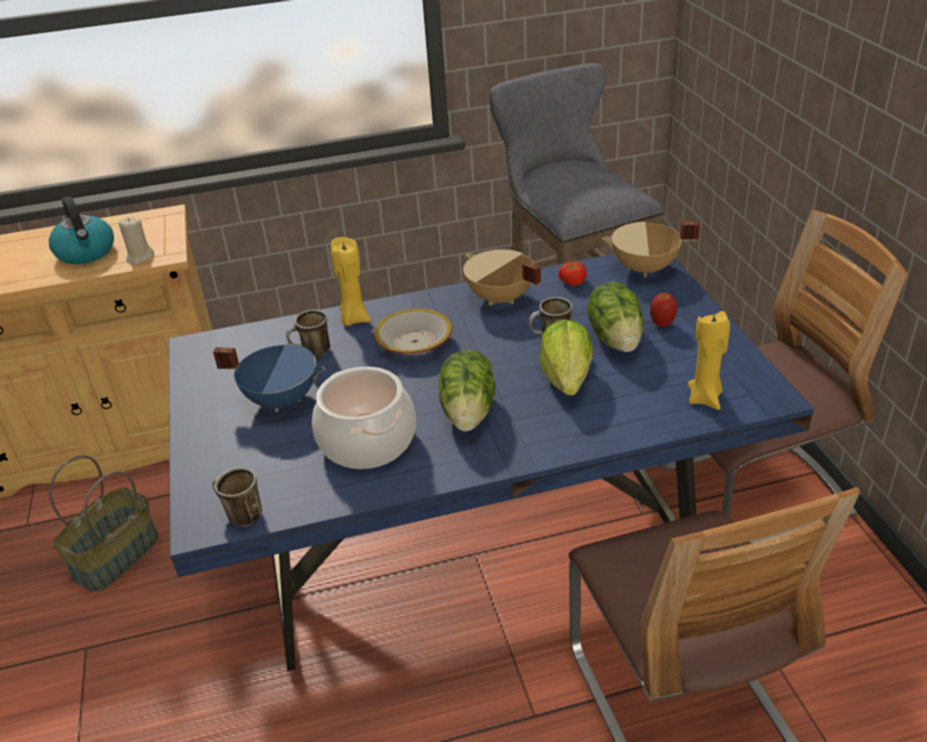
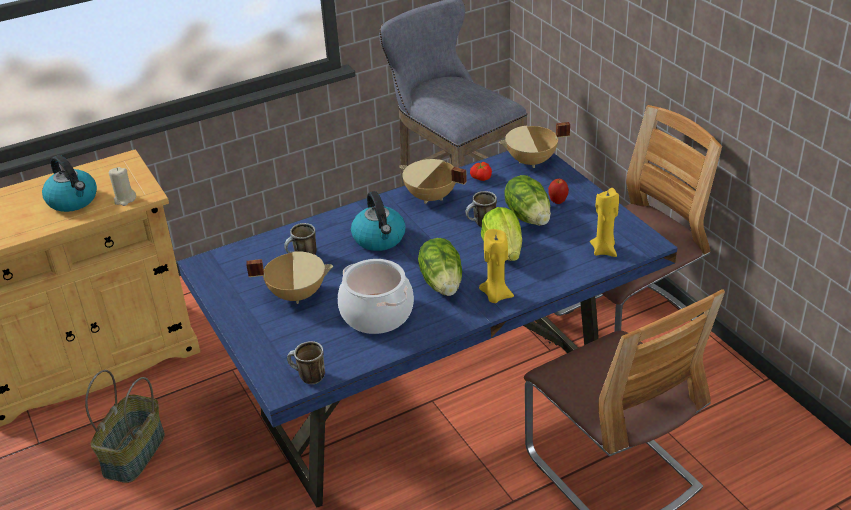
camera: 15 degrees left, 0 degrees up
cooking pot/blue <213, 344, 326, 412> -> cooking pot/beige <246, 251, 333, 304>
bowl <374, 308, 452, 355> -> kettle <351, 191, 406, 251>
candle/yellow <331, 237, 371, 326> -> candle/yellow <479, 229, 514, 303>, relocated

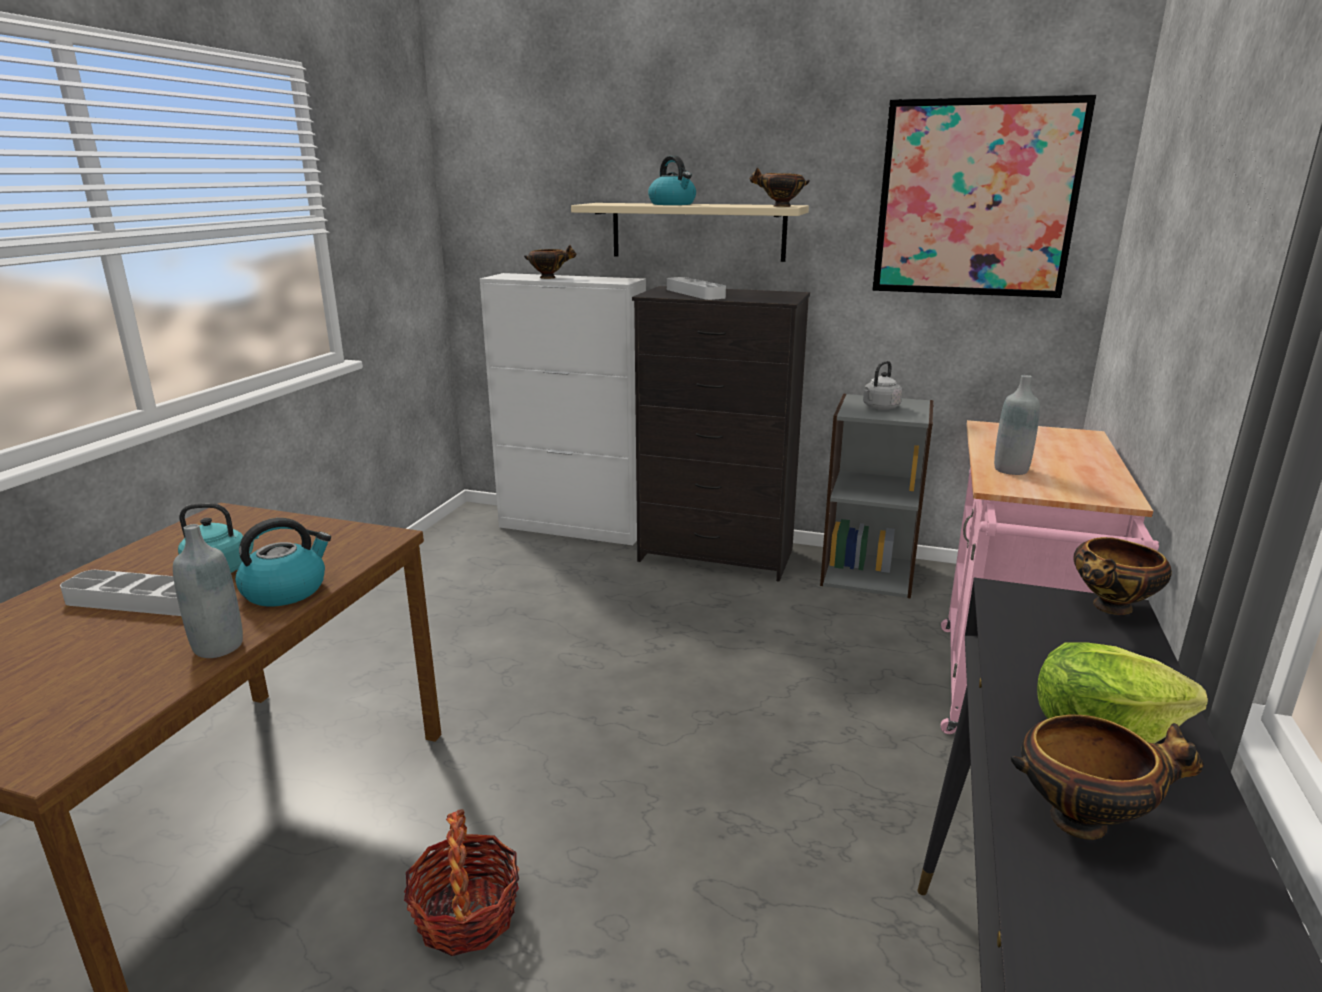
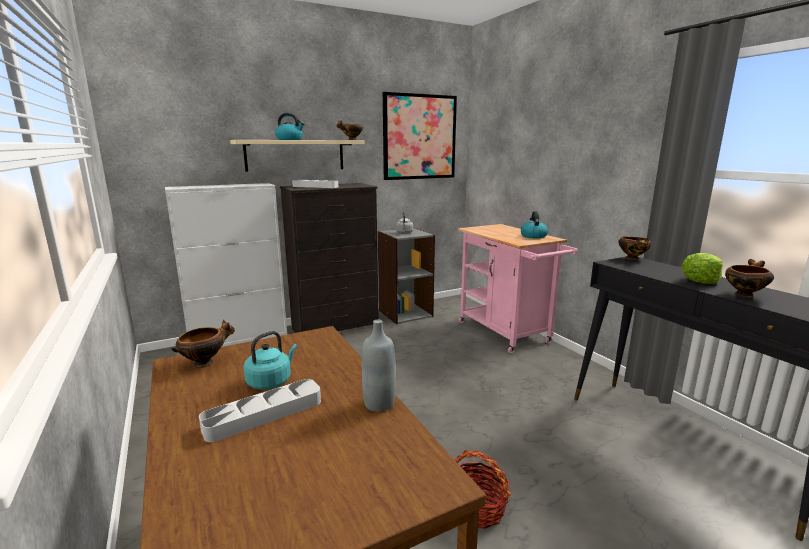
camera: 45 degrees left, 5 degrees down
bowl <524, 245, 576, 279> -> bowl <172, 320, 235, 368>, relocated
kettle <235, 518, 331, 606> -> kettle <521, 211, 548, 239>, relocated
bottle/grey <994, 375, 1040, 475> -> none

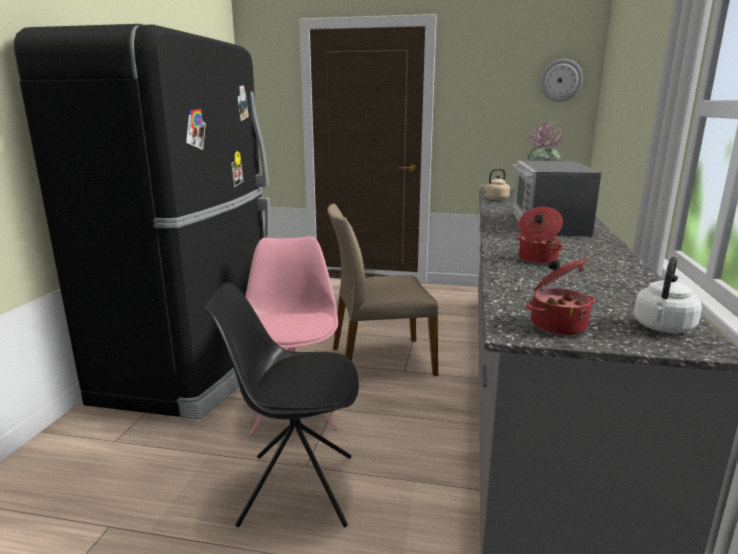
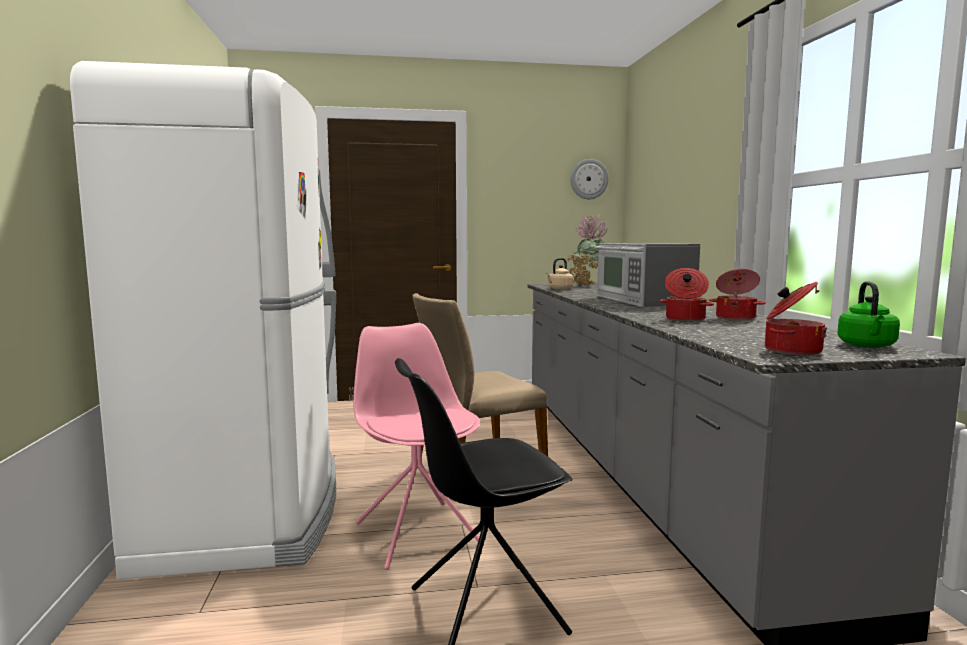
camera: 20 degrees left, 10 degrees down
fridge/black <14, 24, 270, 419> -> fridge/white <70, 61, 336, 579>
none -> cooking pot <709, 269, 766, 320>
kettle/white <634, 257, 702, 333> -> kettle/green <837, 281, 900, 348>

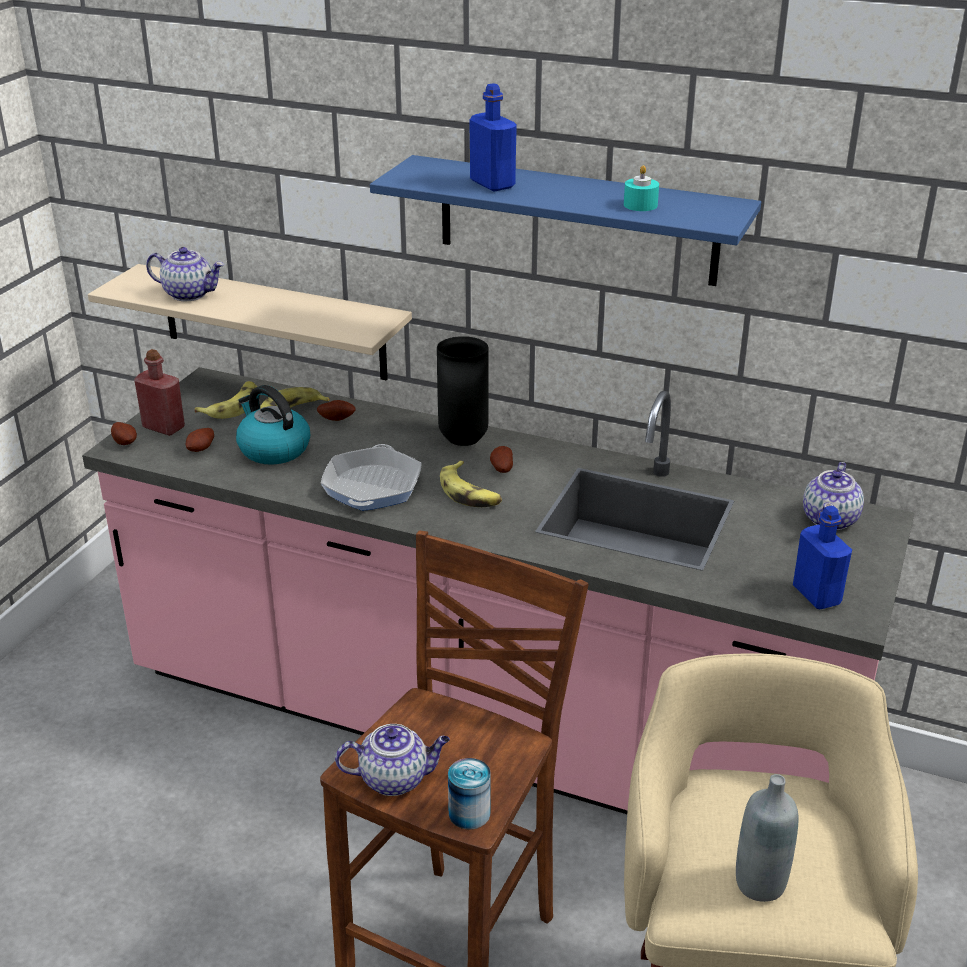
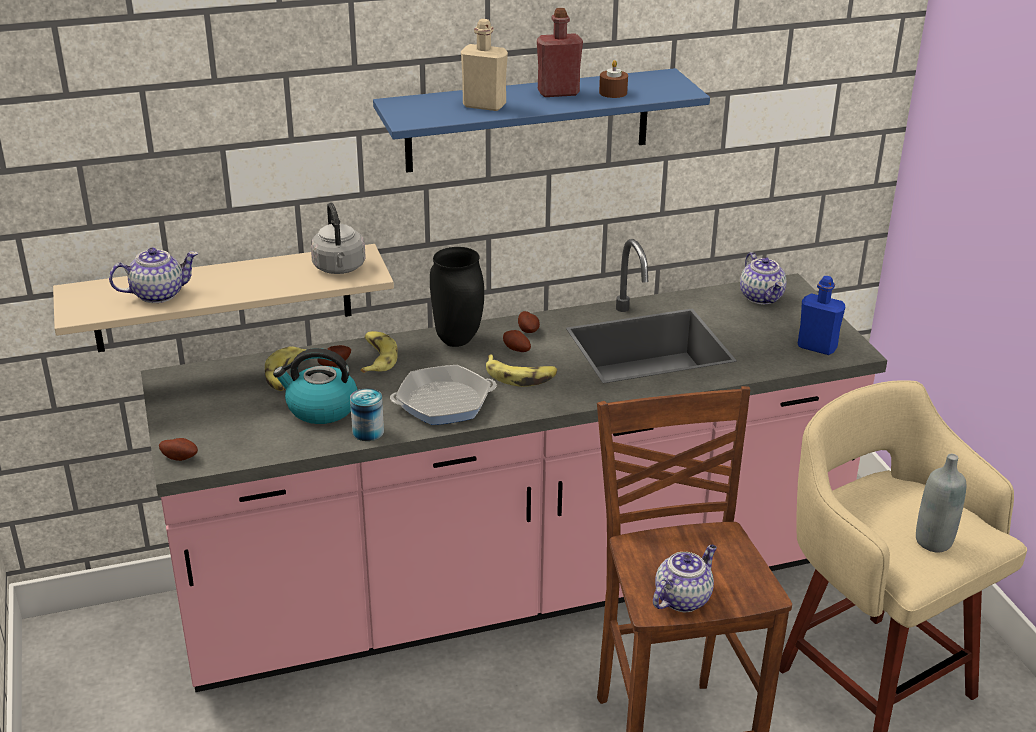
camera: 40 degrees left, 0 degrees up
none -> kettle/grey <311, 202, 366, 274>
can <448, 758, 491, 830> -> can <350, 388, 384, 441>, relocated
banana <195, 381, 257, 419> -> banana <360, 331, 398, 373>, relocated
frying pan <321, 444, 422, 511> -> frying pan <390, 365, 497, 425>, 105 degrees clockwise
bottle/blue <469, 83, 517, 191> -> bottle/beige <461, 19, 508, 111>
potato <186, 428, 214, 452> -> potato <518, 311, 540, 333>, relocated
bottle/red <134, 349, 185, 436> -> bottle/red <537, 8, 583, 97>, relocated
candle/turquoise <624, 165, 659, 211> -> candle/brown <599, 60, 628, 98>

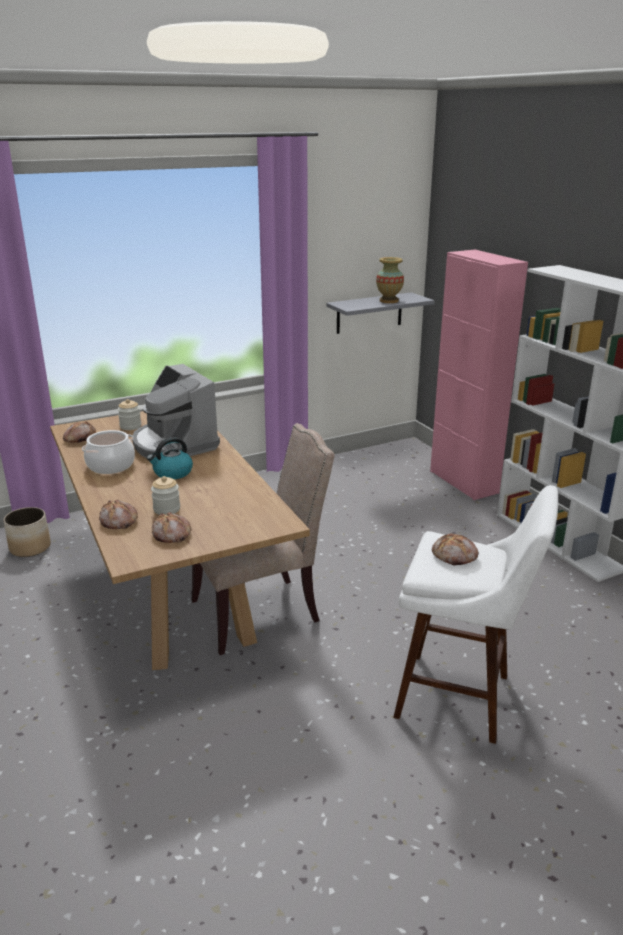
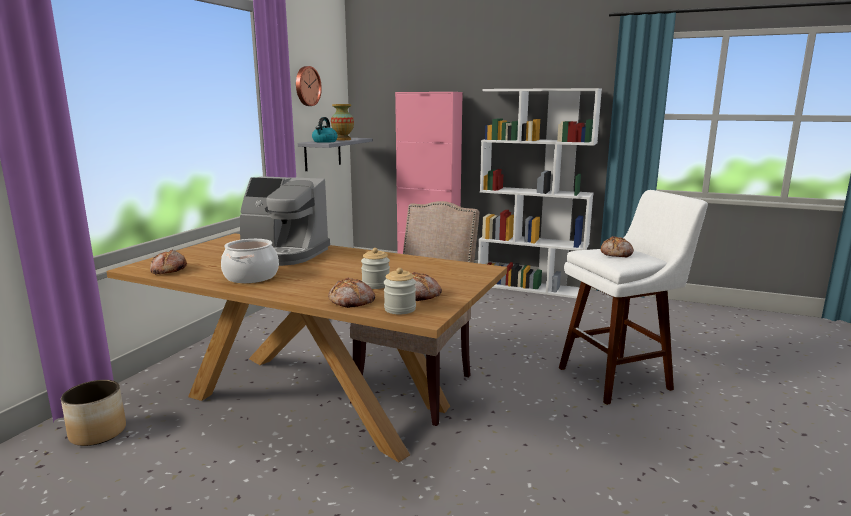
camera: 40 degrees left, 10 degrees down
none -> wall clock <296, 66, 322, 106>
kettle <147, 437, 193, 479> -> kettle <312, 117, 338, 143>, relocated
jar <118, 399, 141, 430> -> jar <384, 268, 416, 315>, relocated

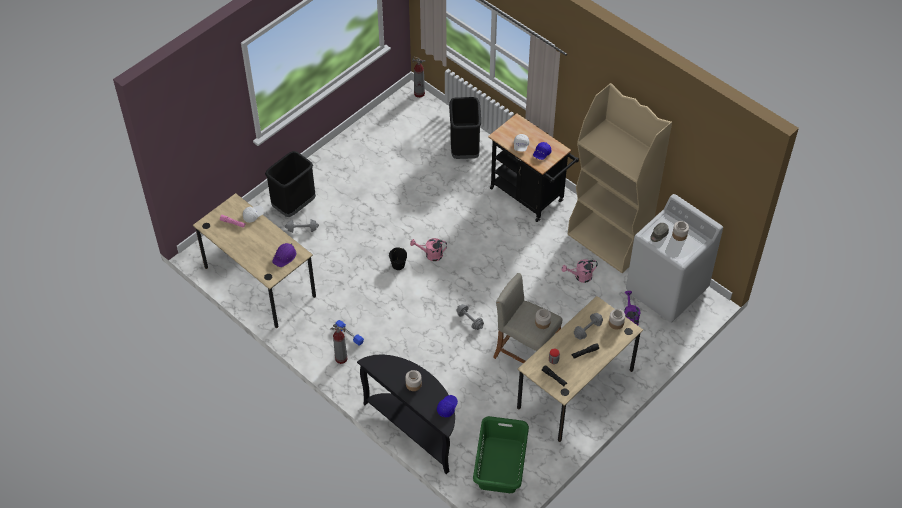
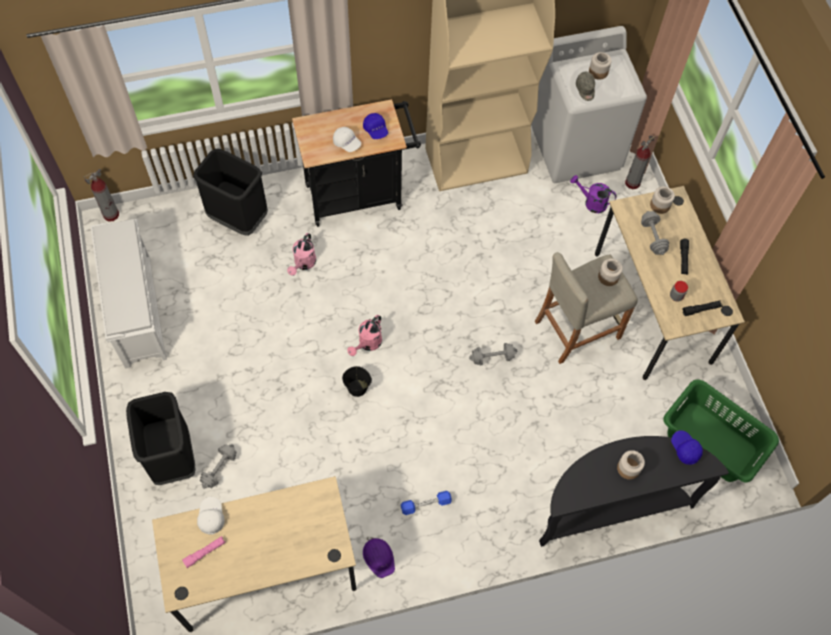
camera: 60 degrees left, 10 degrees up
none -> shoe rack/white <91, 219, 167, 369>
watering can/pink <562, 259, 598, 283> -> watering can/pink <287, 233, 316, 276>, relocated
hard hat/purple <272, 243, 296, 267> -> hard hat/purple <363, 537, 395, 578>, relocated
fire extinguisher <330, 324, 348, 364> -> fire extinguisher <625, 135, 656, 189>, relocated

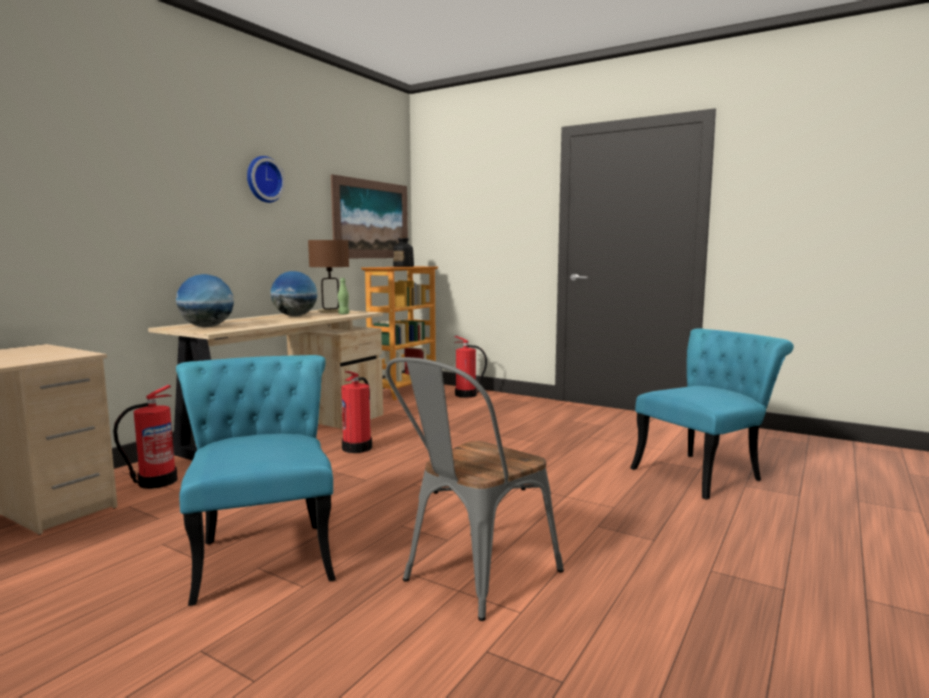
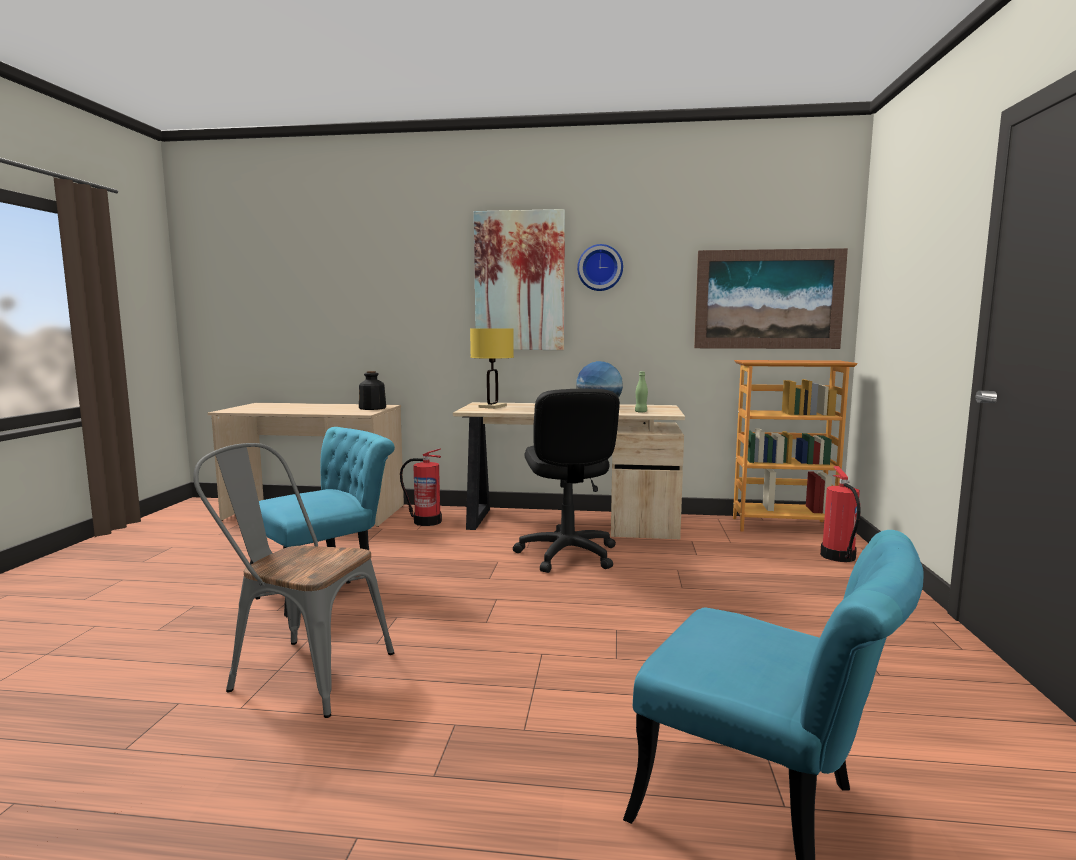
camera: 65 degrees right, 0 degrees up
bottle <393, 237, 414, 267> -> bottle <359, 371, 386, 410>, relocated
globe <176, 274, 234, 327> -> table lamp/yellow <470, 328, 514, 409>
none -> picture <474, 209, 565, 350>
fire extinguisher <341, 371, 372, 453> -> office chair/black <513, 389, 620, 573>
table lamp/brown <308, 240, 349, 313> -> none

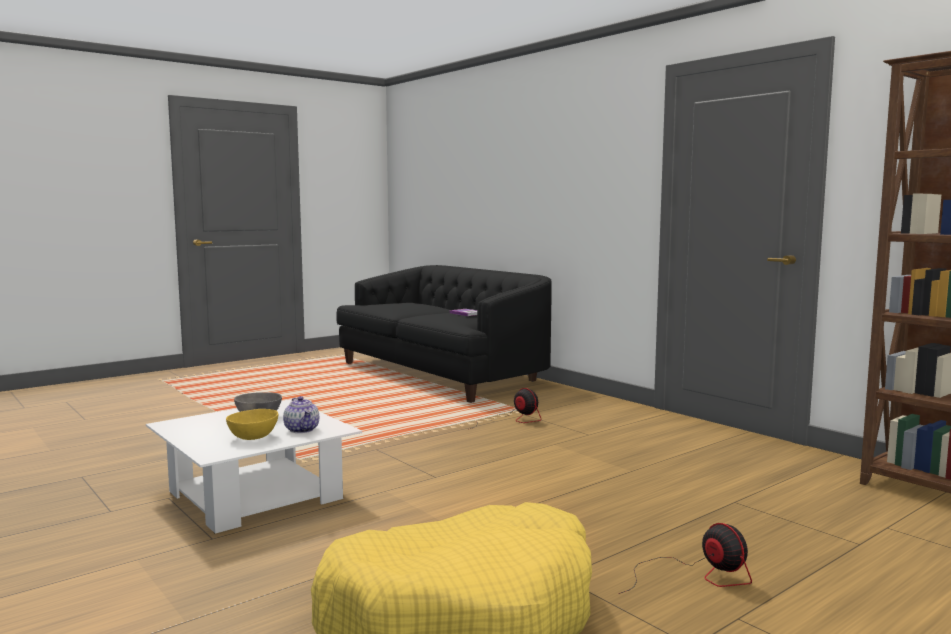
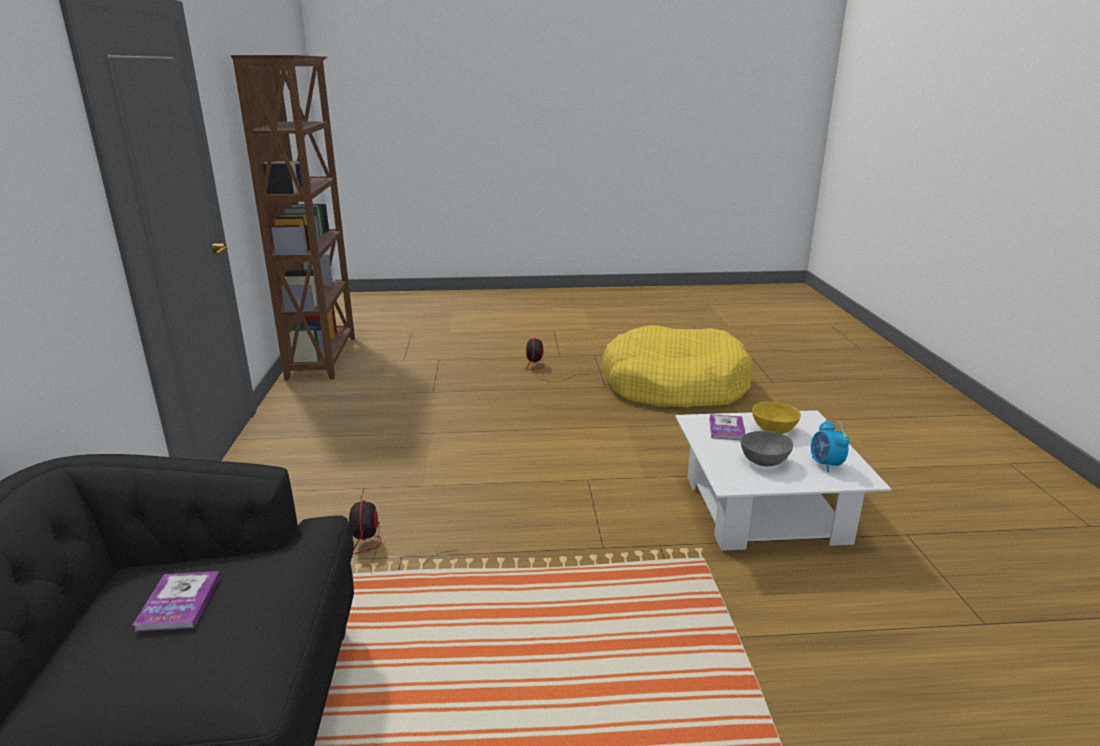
camera: 145 degrees left, 15 degrees up
teapot <283, 396, 319, 433> -> book <709, 414, 745, 440>
none -> alarm clock <811, 420, 850, 472>

